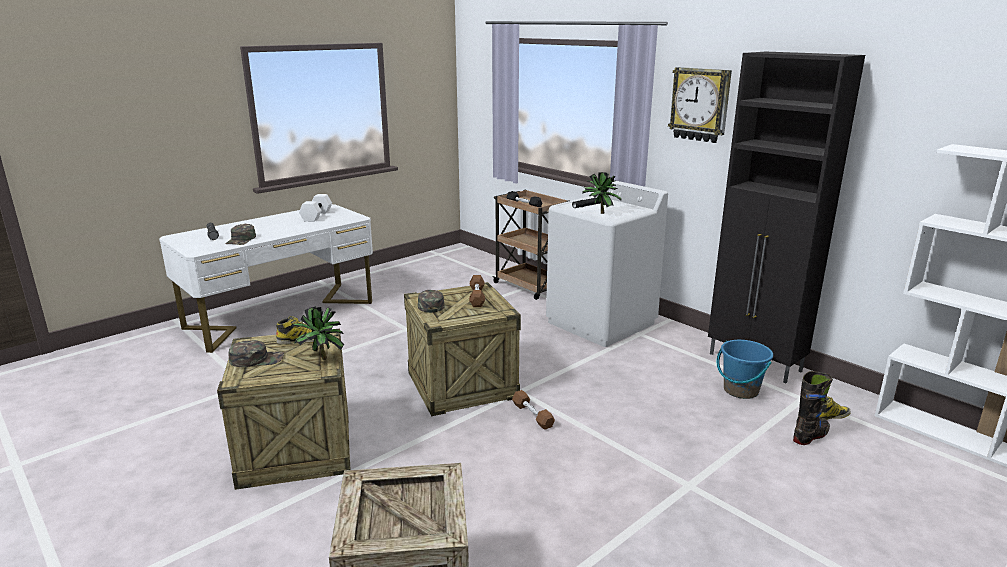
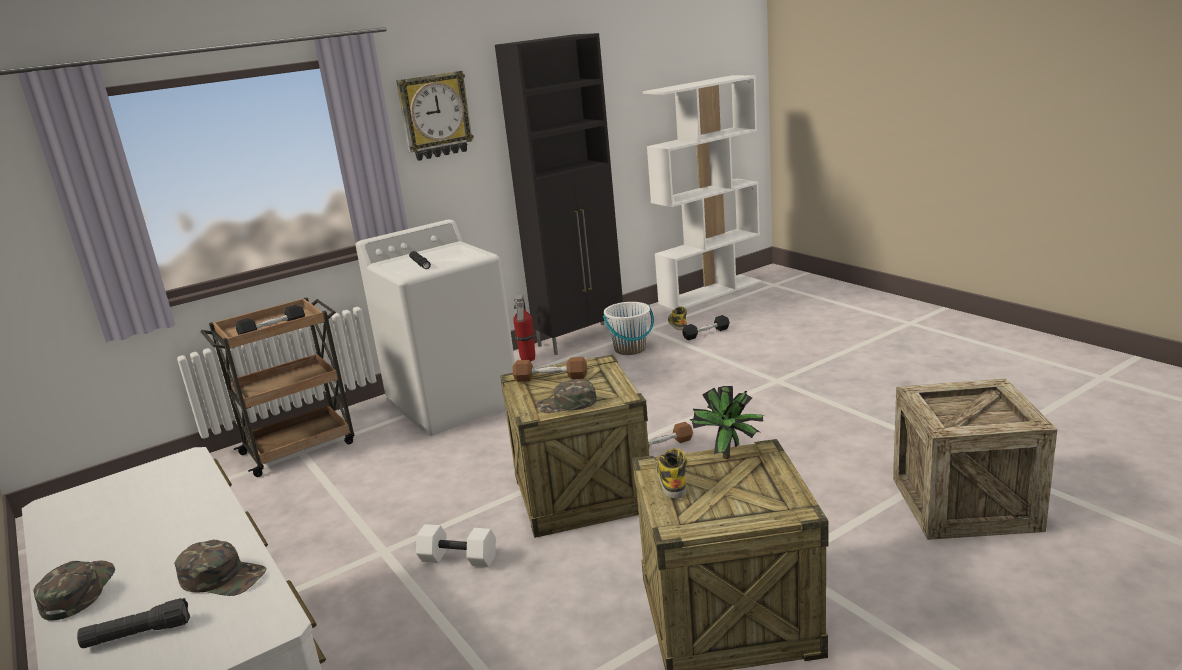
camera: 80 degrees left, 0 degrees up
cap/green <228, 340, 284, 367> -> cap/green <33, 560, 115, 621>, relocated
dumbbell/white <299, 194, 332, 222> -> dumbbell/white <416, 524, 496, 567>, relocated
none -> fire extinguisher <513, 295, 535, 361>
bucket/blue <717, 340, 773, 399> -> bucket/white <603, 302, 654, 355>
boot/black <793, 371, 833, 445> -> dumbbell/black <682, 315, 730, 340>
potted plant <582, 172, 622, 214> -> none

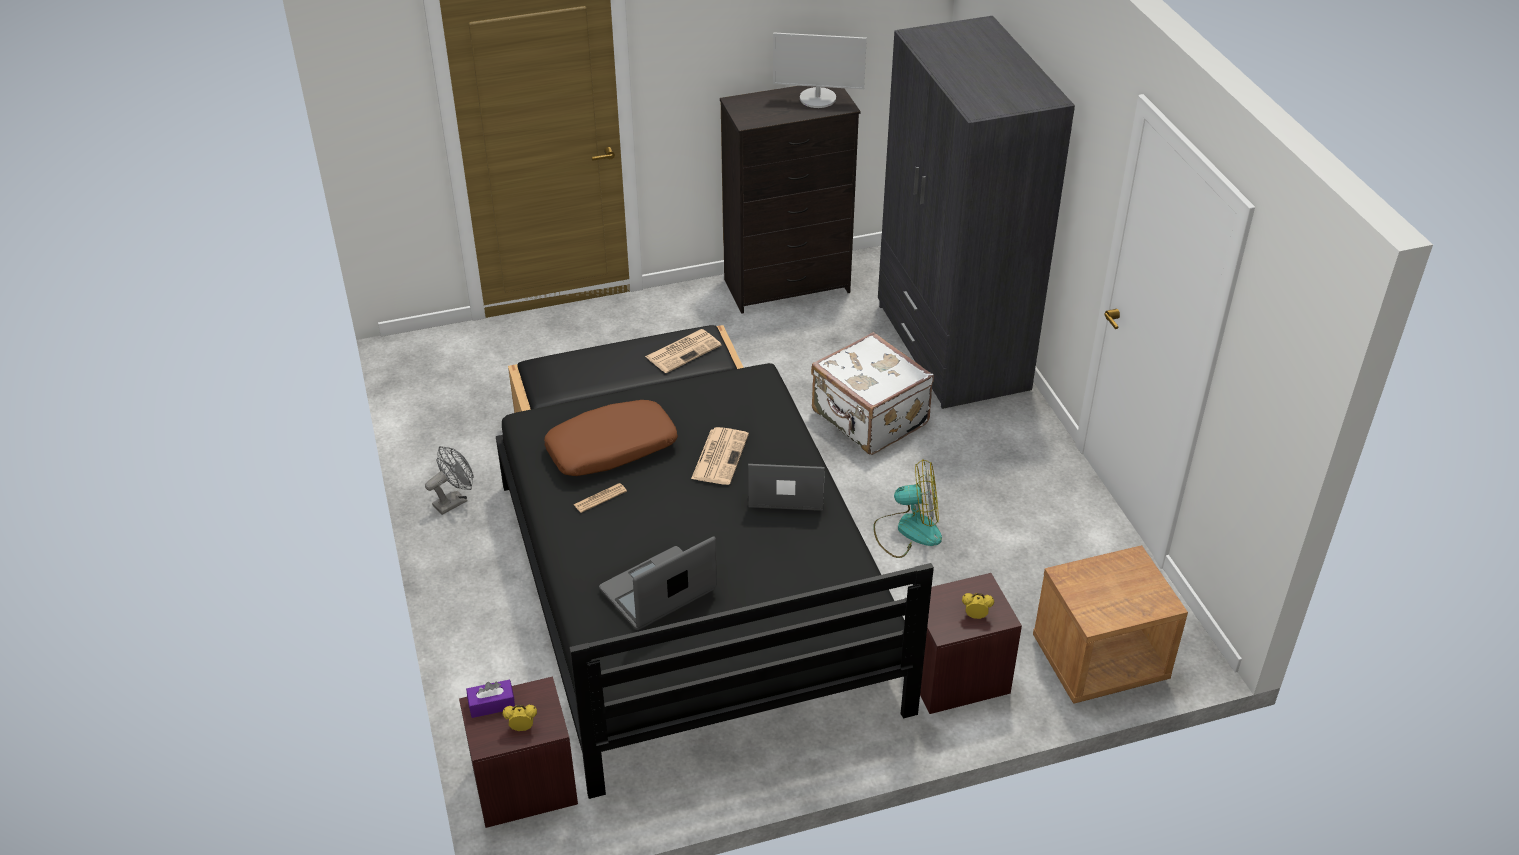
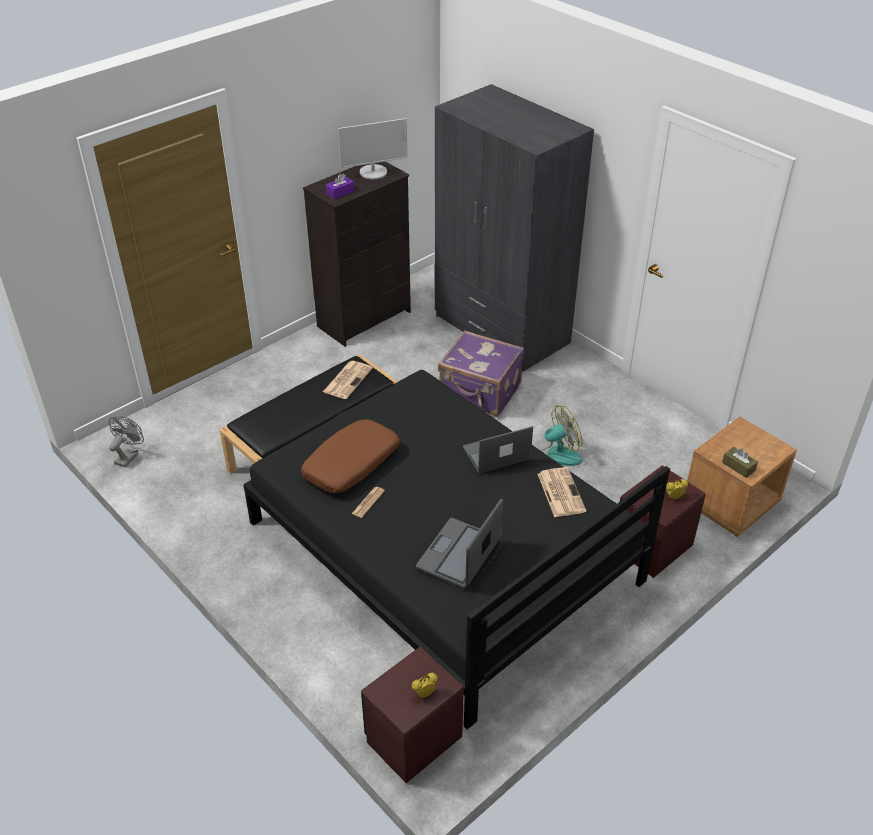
camera: 25 degrees left, 0 degrees up
fan/grey <425, 446, 473, 515> -> fan/grey <109, 417, 144, 467>, relocated
tissue box/purple <466, 679, 515, 718> -> tissue box/purple <326, 174, 354, 199>, relocated
suitcase/white <811, 332, 934, 455> -> suitcase/purple <438, 330, 524, 416>
newspaper <691, 427, 749, 485> -> newspaper <538, 467, 586, 517>, relocated
none -> tissue box/brown <722, 447, 758, 478>

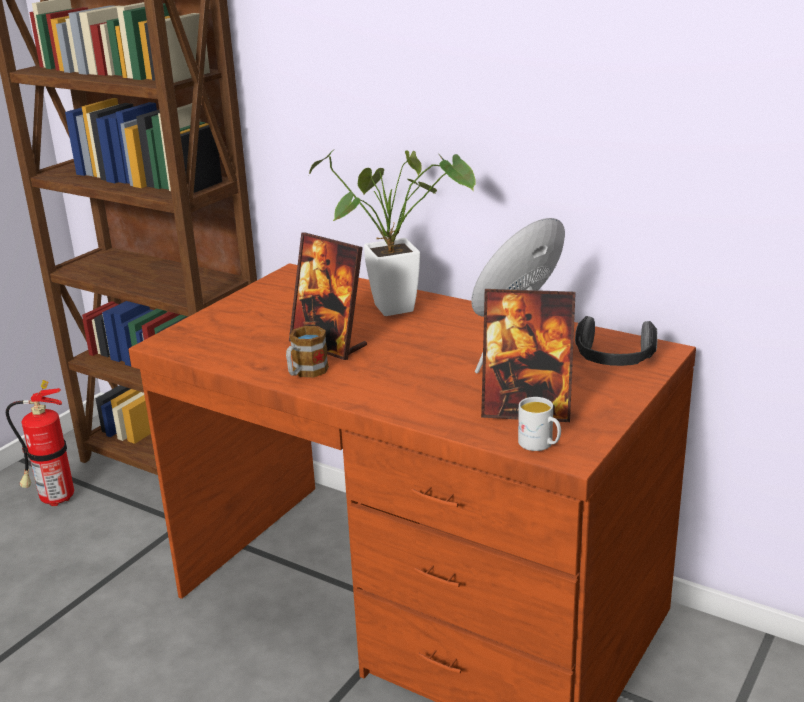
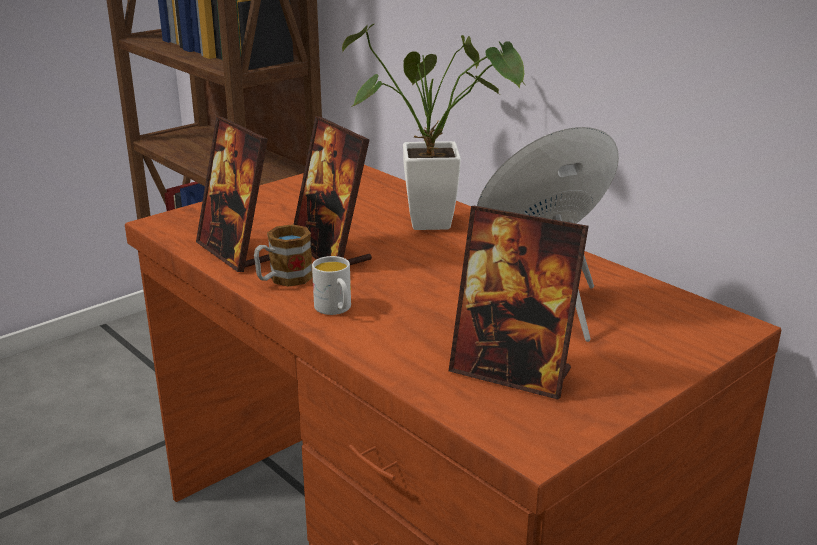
camera: 15 degrees right, 0 degrees up
none -> picture frame <196, 116, 270, 272>
mug/white <518, 397, 561, 451> -> mug/white <312, 256, 351, 315>, relocated
fire extinguisher <6, 380, 74, 506> -> none
headphones <575, 316, 658, 366> -> none

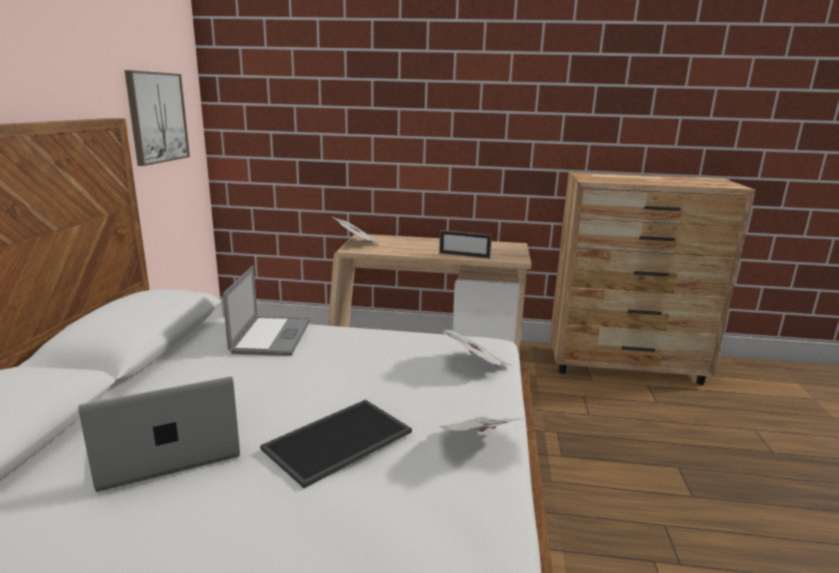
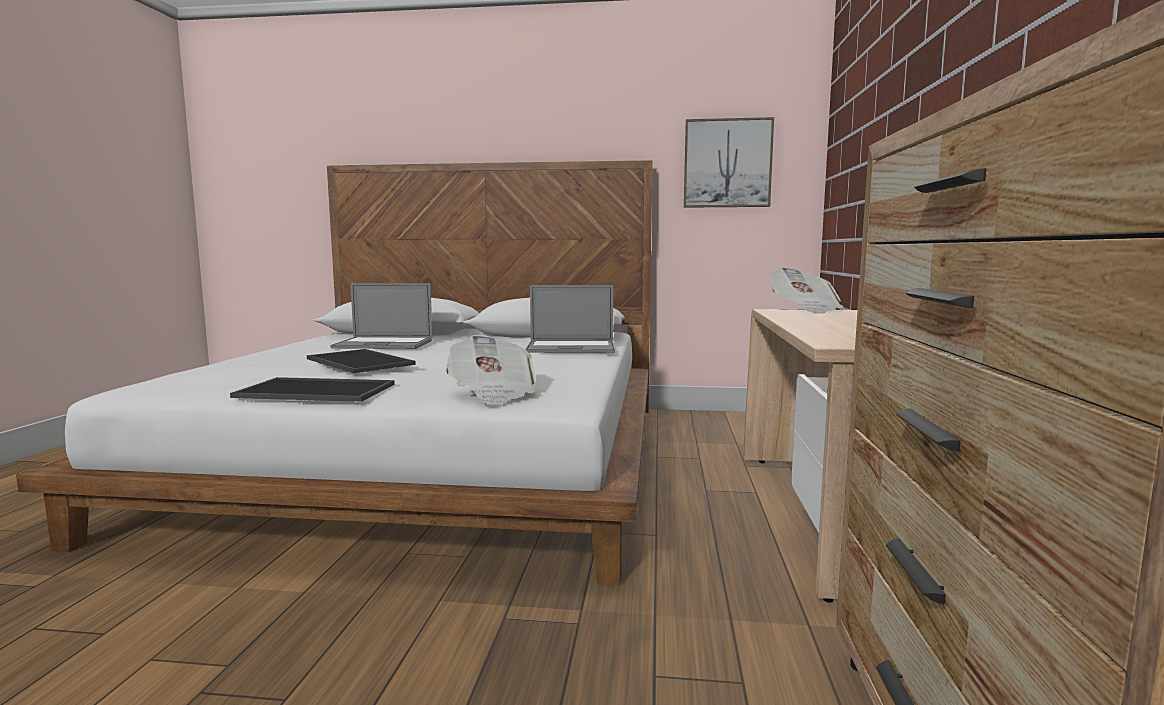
camera: 90 degrees right, 10 degrees down
newspaper <441, 417, 521, 432> -> tray <230, 377, 395, 402>
laptop <78, 376, 240, 492> -> laptop <331, 283, 432, 349>, 120 degrees clockwise
picture frame <439, 230, 492, 259> -> none

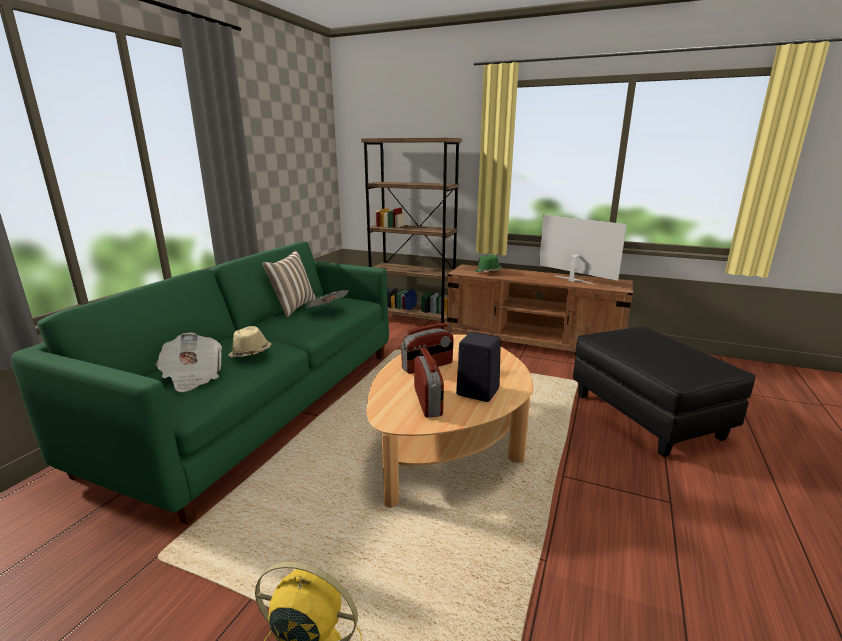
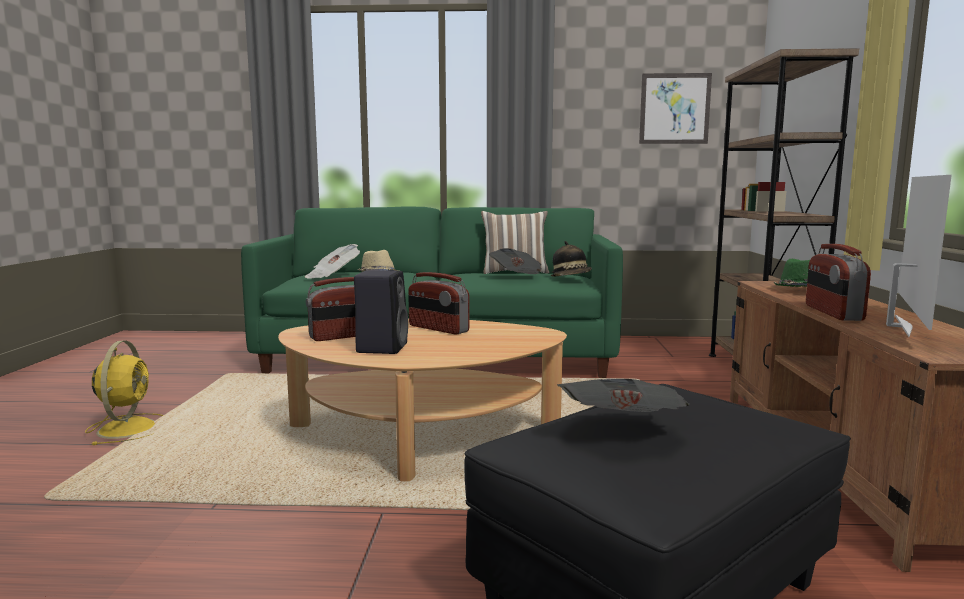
camera: 70 degrees right, 10 degrees down
none -> hat <551, 241, 592, 277>
none -> newspaper <557, 379, 689, 412>
none -> picture <639, 73, 712, 144>
none -> radio <806, 244, 871, 321>

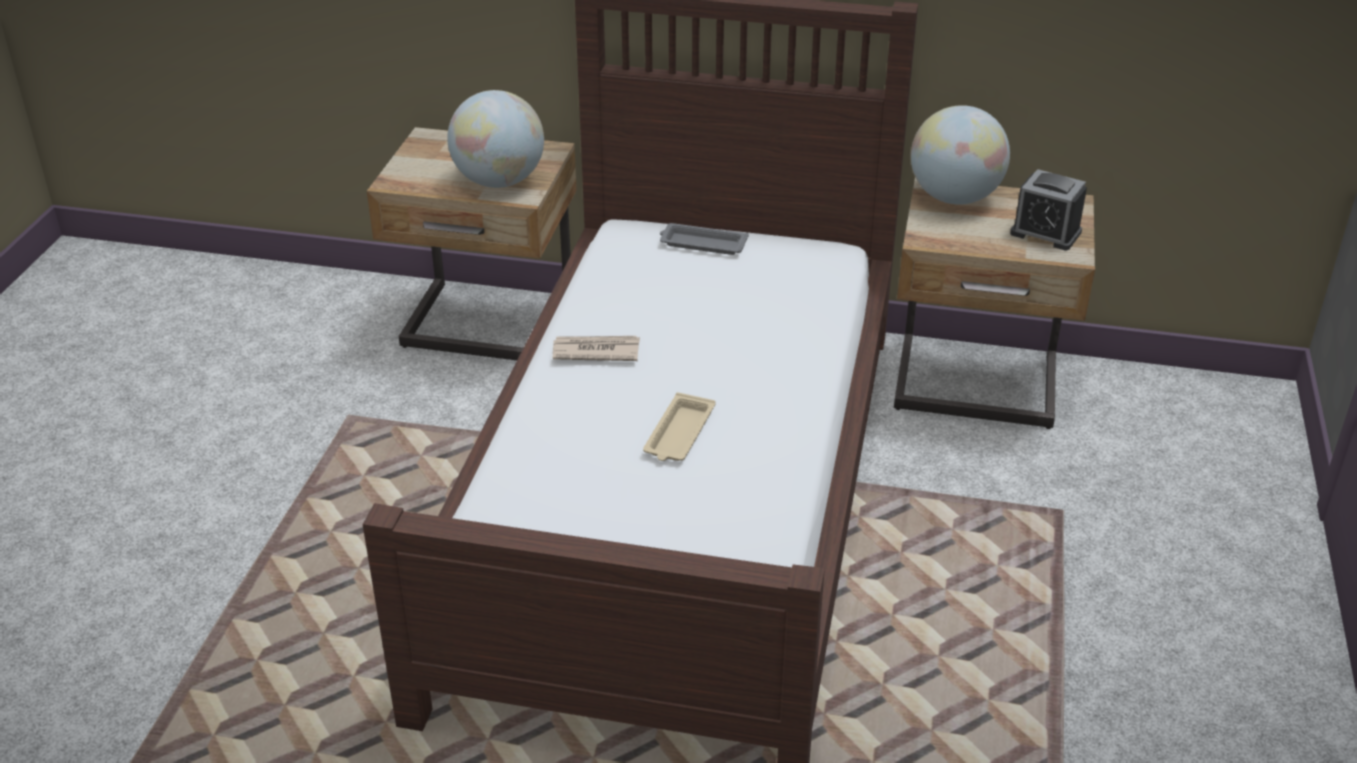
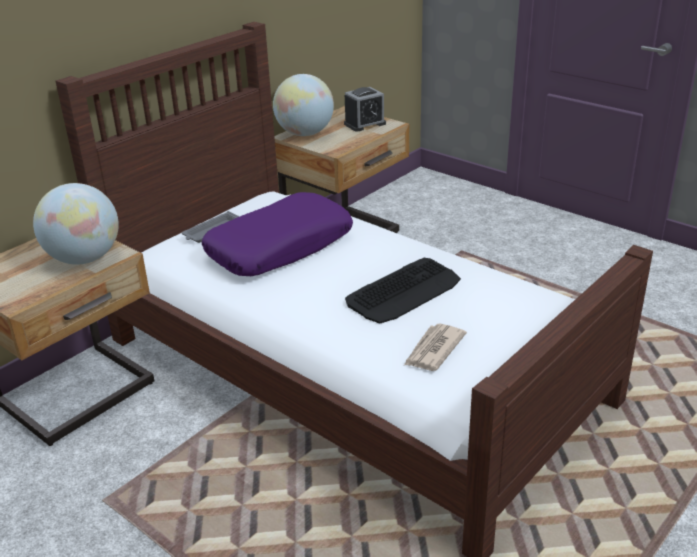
camera: 60 degrees left, 5 degrees down
none -> pillow/purple <202, 192, 353, 276>
tray/beige <643, 392, 716, 461> -> keyboard <345, 258, 461, 324>
newspaper <553, 336, 640, 361> -> newspaper <404, 324, 467, 371>, relocated

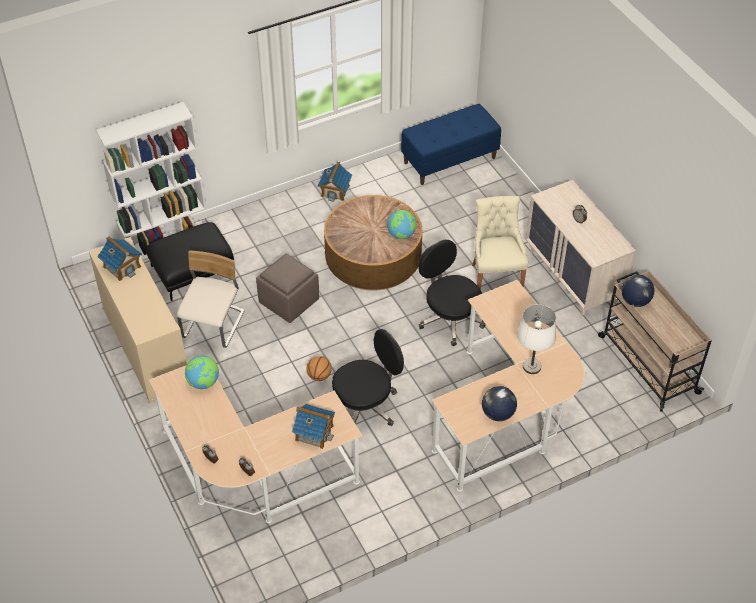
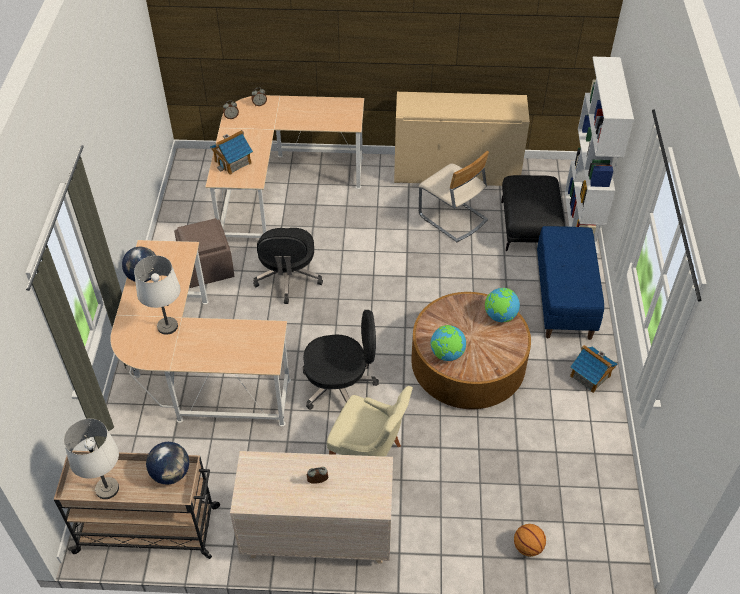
camera: 120 degrees right, 0 degrees up
none -> table lamp/white <64, 419, 119, 499>
ottoman/brown <256, 253, 319, 323> -> ottoman/brown <174, 218, 234, 288>, relocated
globe <185, 355, 219, 389> -> globe <485, 288, 520, 322>, relocated
basketball <307, 356, 332, 381> -> basketball <514, 524, 546, 557>, relocated
bench/blue <401, 104, 501, 185> -> bench/blue <537, 226, 604, 340>, relocated
toy house <97, 236, 142, 281> -> none

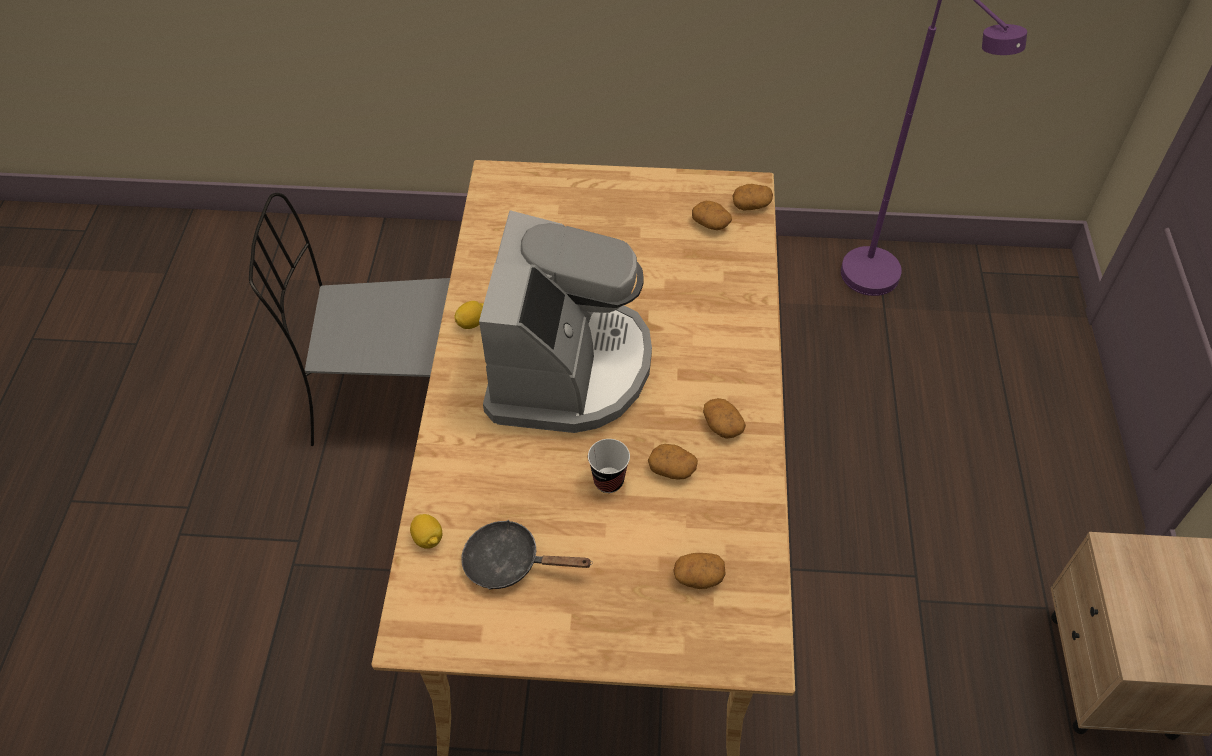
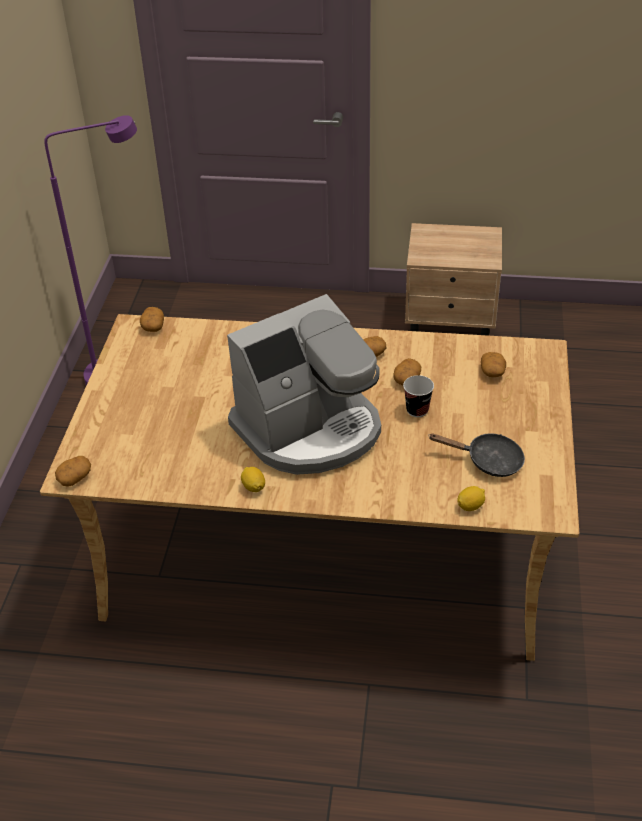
camera: 85 degrees left, 10 degrees down
potato <692, 201, 732, 230> -> potato <55, 456, 91, 487>, relocated
coffee machine <479, 210, 652, 433> -> coffee machine <227, 294, 381, 475>, 135 degrees clockwise
frying pan/black <461, 520, 593, 590> -> frying pan/black <428, 433, 525, 477>, 90 degrees counterclockwise
chair/grey <249, 193, 450, 446> -> none

